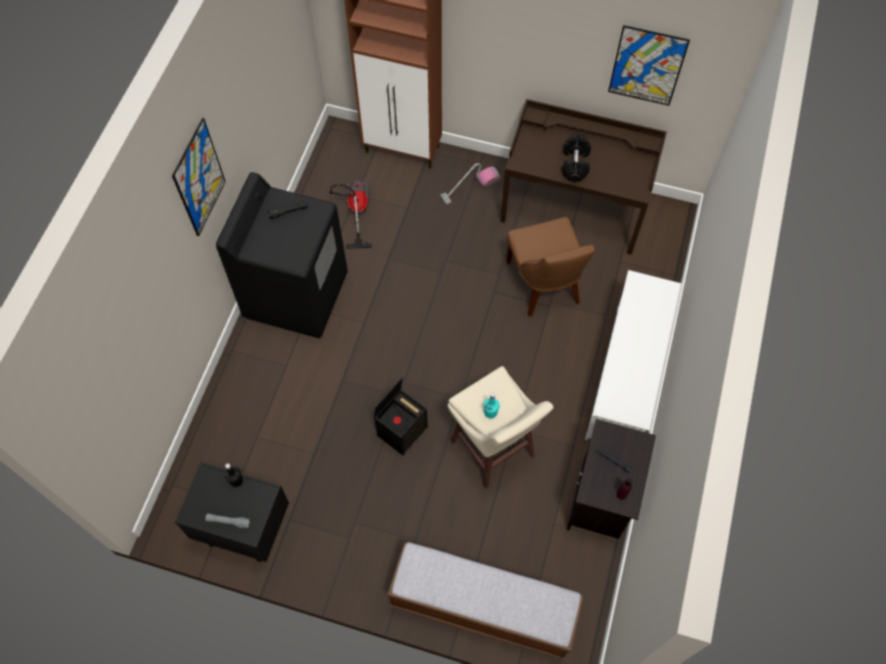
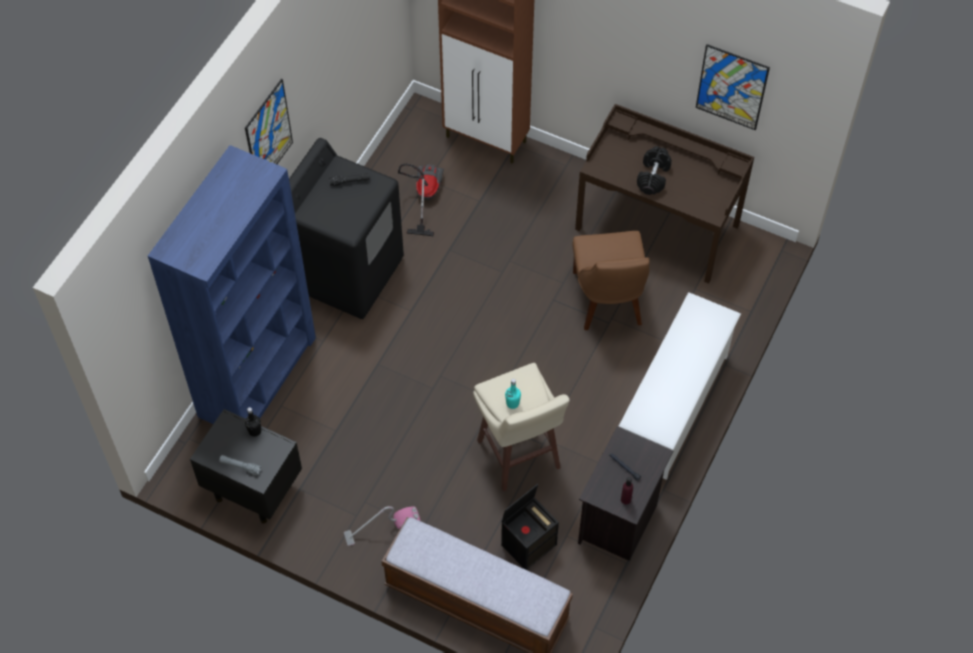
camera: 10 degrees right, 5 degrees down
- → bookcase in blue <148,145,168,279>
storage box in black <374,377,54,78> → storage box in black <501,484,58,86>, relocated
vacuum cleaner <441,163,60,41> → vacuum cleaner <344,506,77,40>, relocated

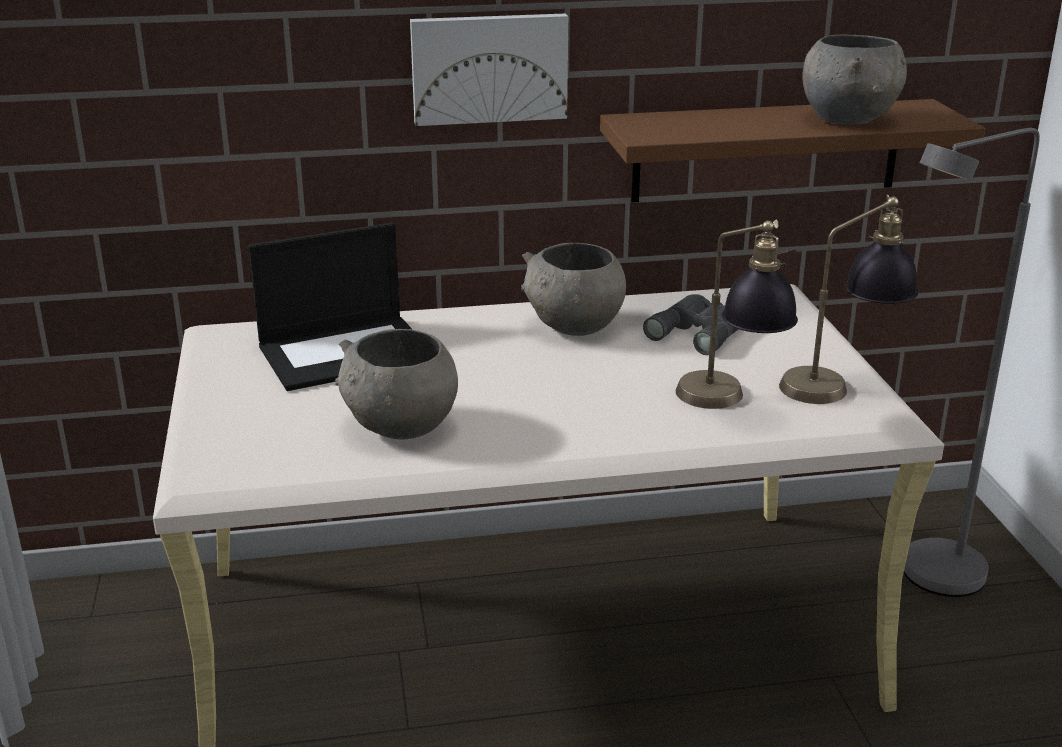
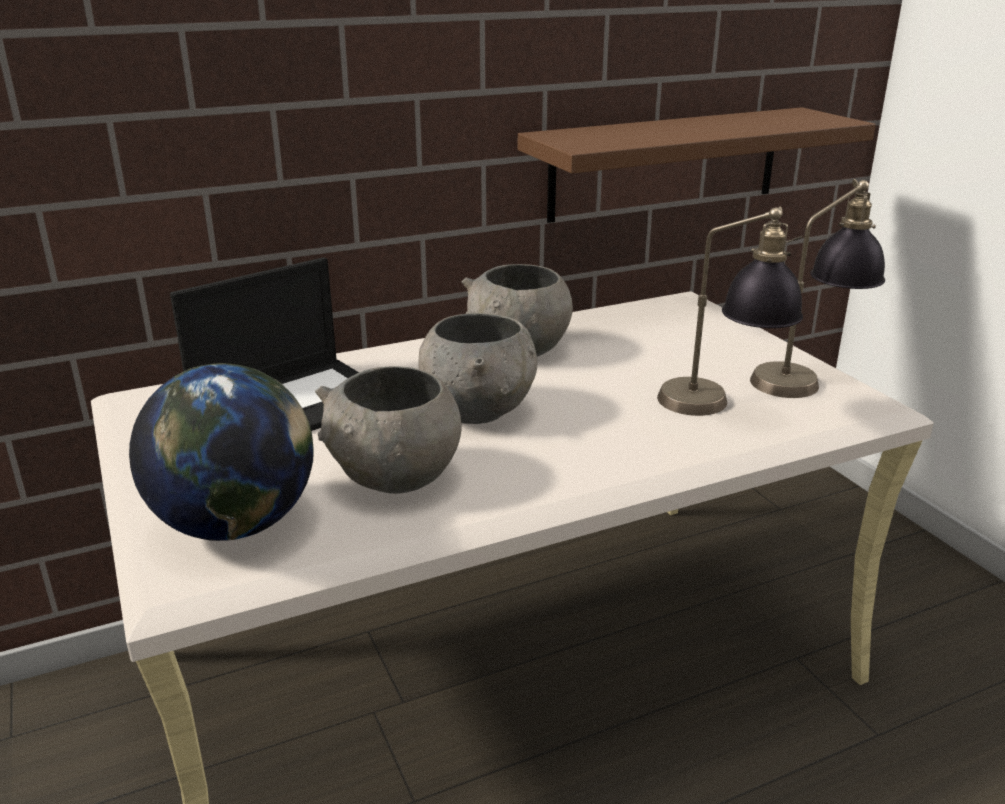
camera: 15 degrees left, 0 degrees up
picture <410,13,158,113> → -
binoculars in grey <643,294,95,61> → -
floor lamp in grey <904,128,136,469> → -
- → globe <129,363,185,178>
bowl in grey <803,35,104,89> → bowl in grey <419,313,118,111>, relocated

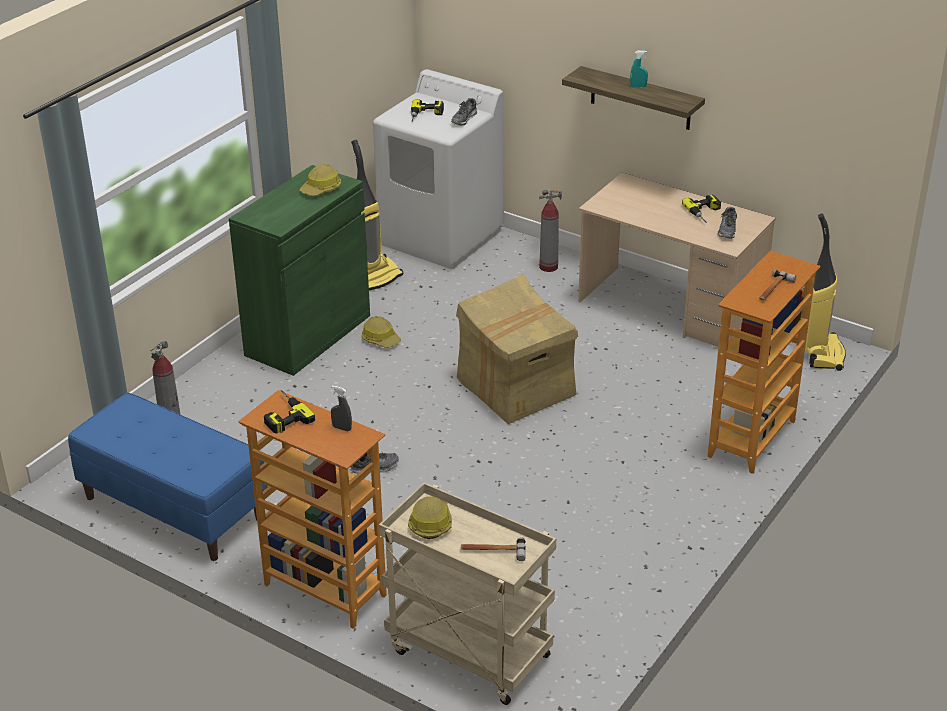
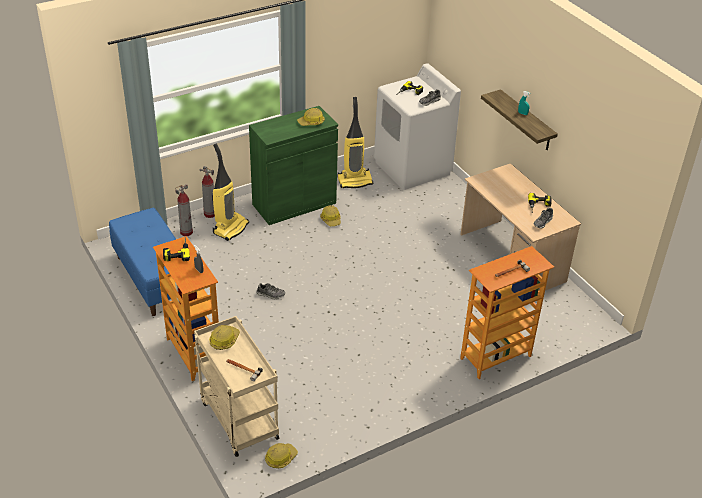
camera: 25 degrees right, 5 degrees up
cardboard box <456,274,122,150> → -
- → hard hat <265,443,33,25>
fire extinguisher <539,190,23,82> → fire extinguisher <200,166,15,52>, relocated
vacuum cleaner <805,214,41,157> → vacuum cleaner <212,143,37,98>, relocated

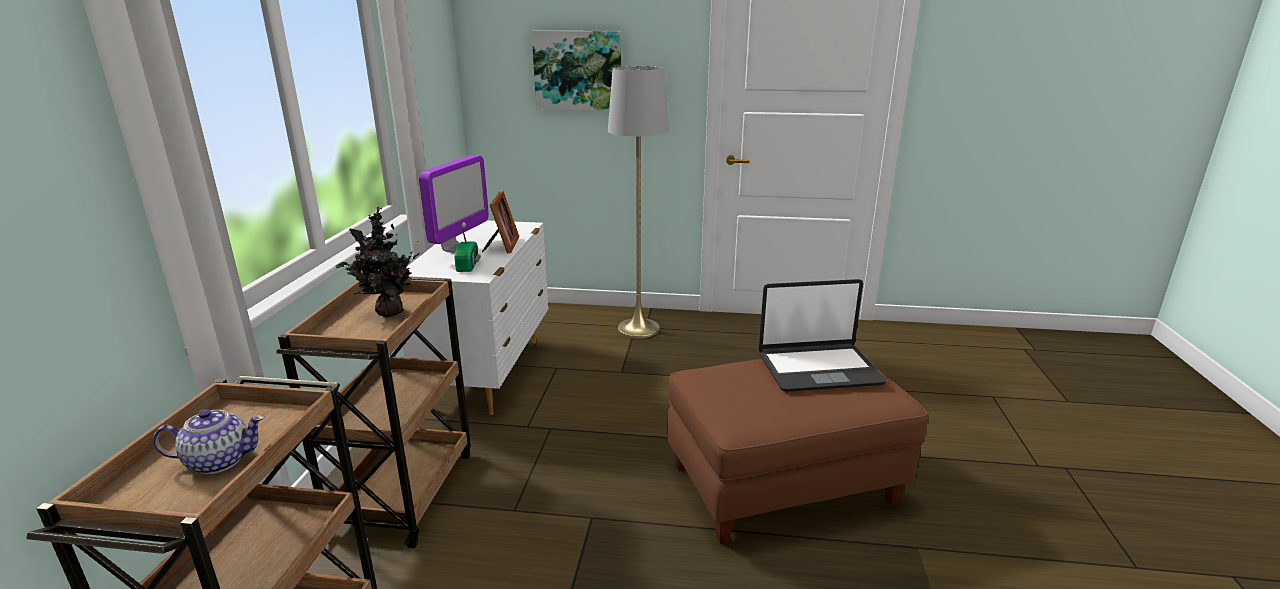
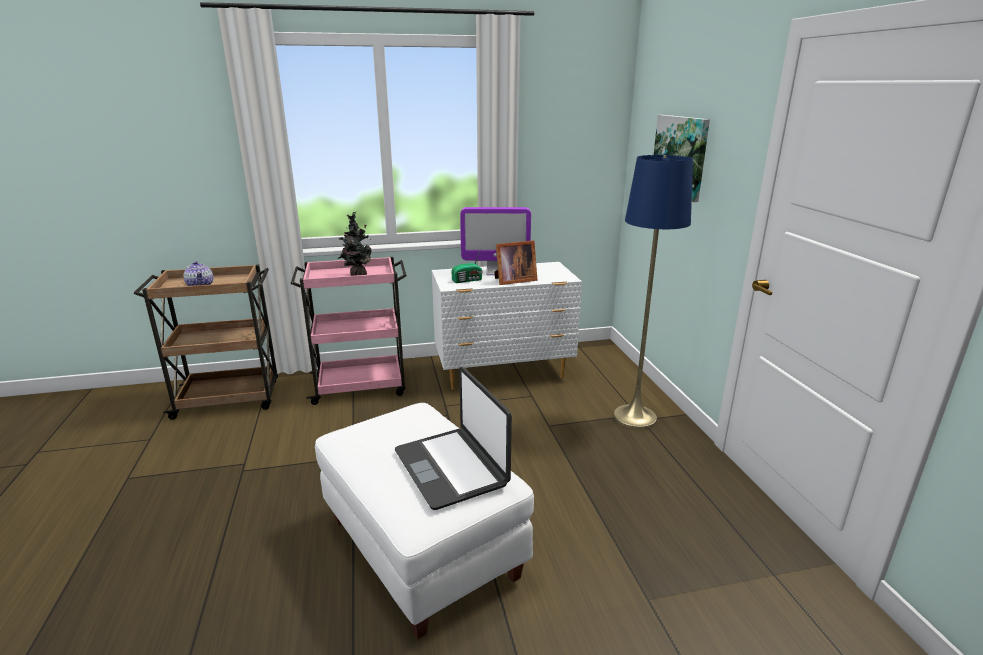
camera: 70 degrees right, 0 degrees up
cart in brown <276,277,195,271> → cart in pink <290,257,117,148>
floor lamp in grey <608,66,61,272> → floor lamp in blue <613,155,80,274>
ottoman in brown <667,359,261,185> → ottoman in white <315,403,219,236>

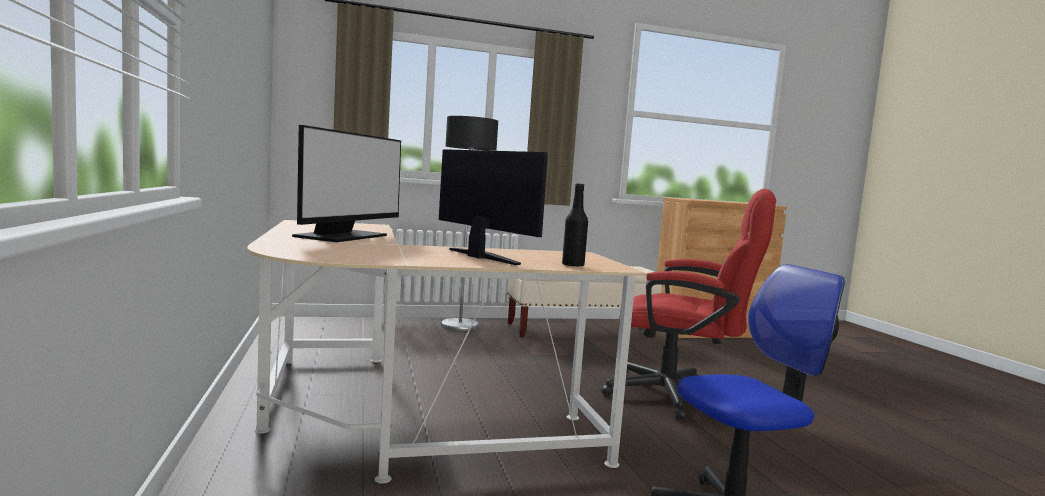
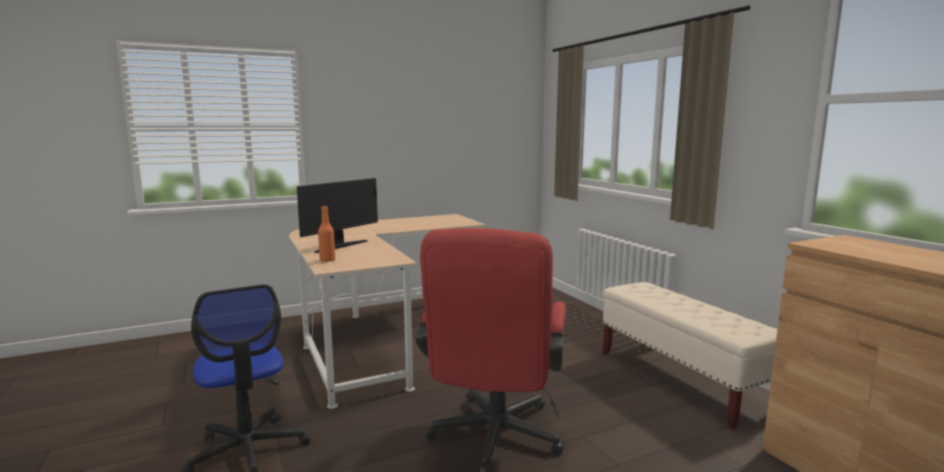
camera: 80 degrees right, 5 degrees up
monitor <292,125,109,117> → -
floor lamp <441,116,57,215> → -
bottle in black <562,183,26,84> → bottle in orange <318,206,17,56>

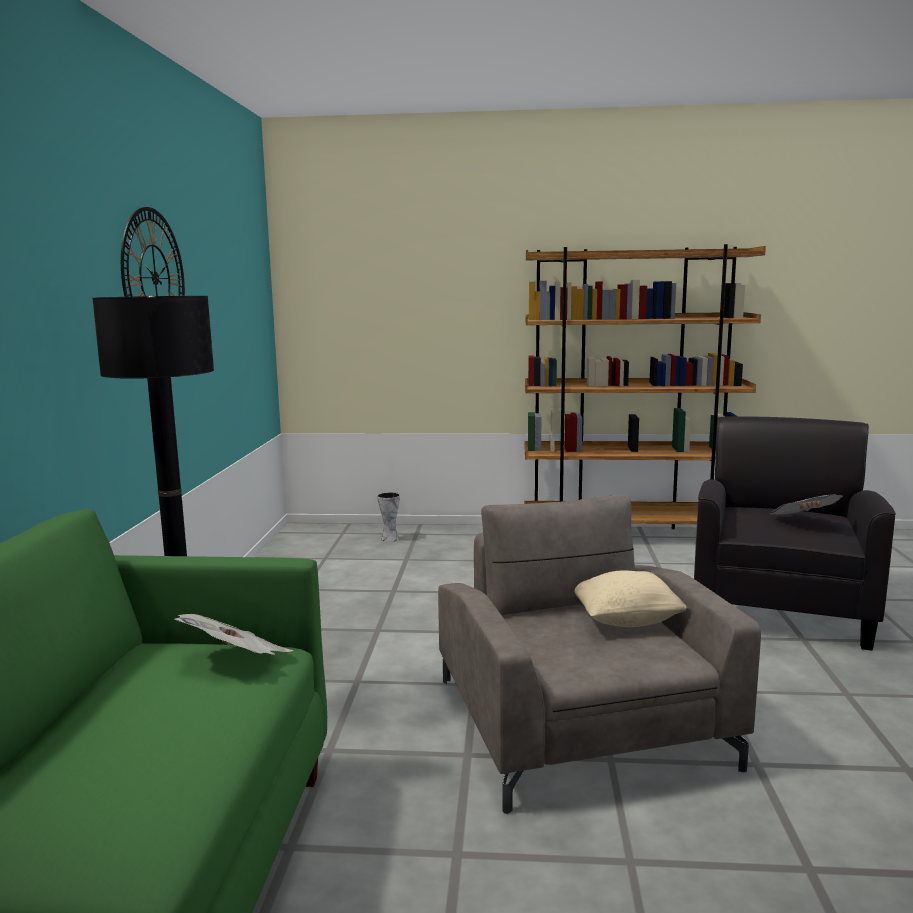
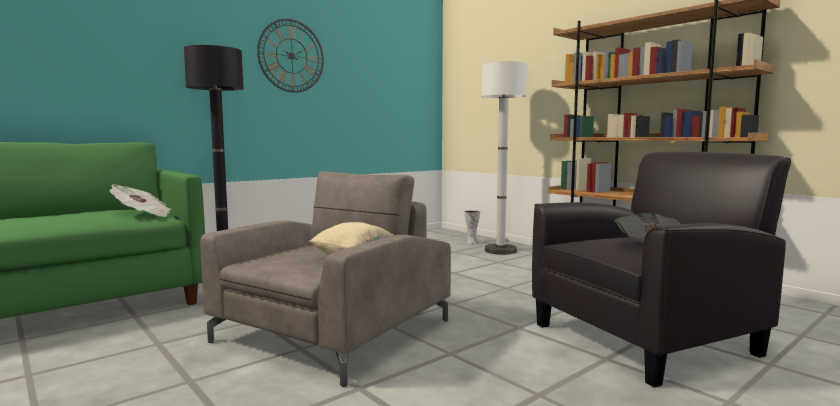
camera: 45 degrees right, 5 degrees down
- → floor lamp in white <481,61,46,194>

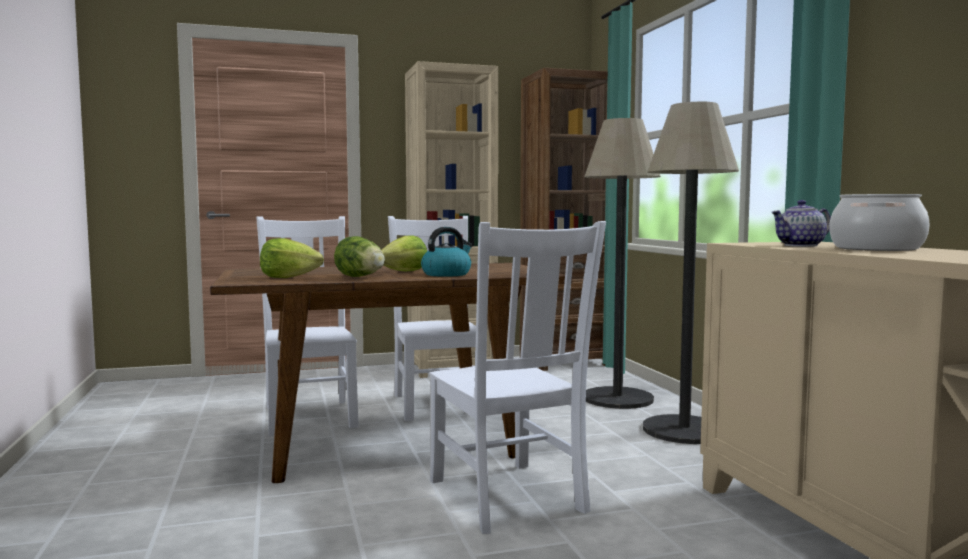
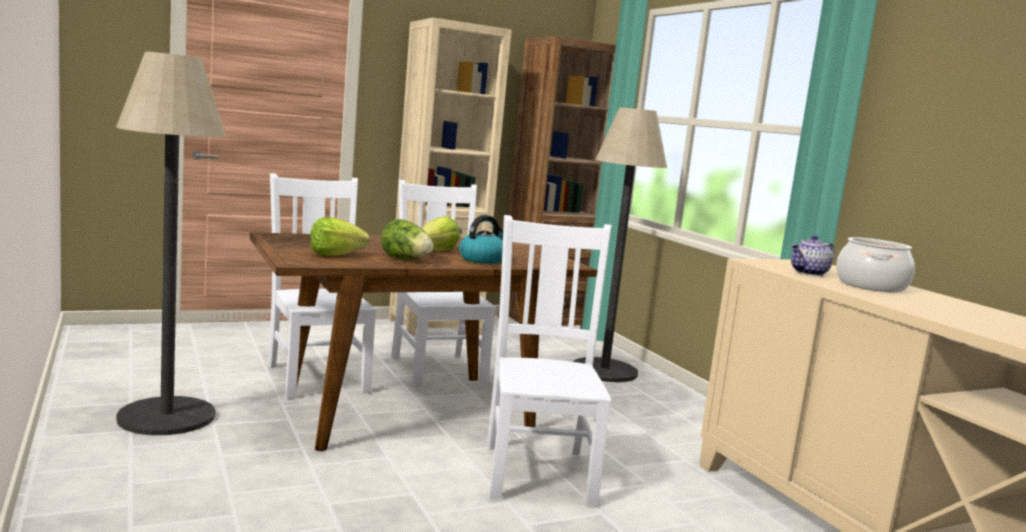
camera: 10 degrees left, 5 degrees up
floor lamp <643,102,96,342> → floor lamp <116,52,110,383>, relocated
chair in white <429,221,177,313> → chair in white <487,215,125,292>, 150 degrees counterclockwise

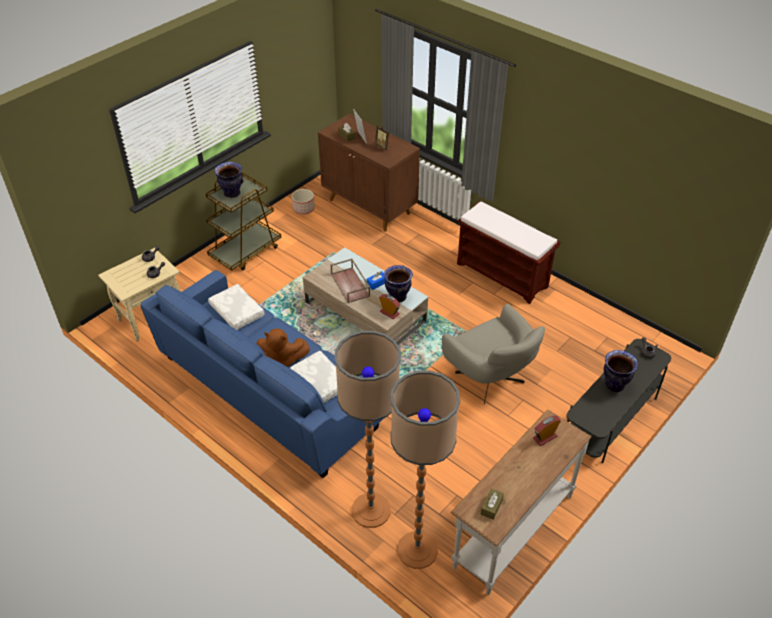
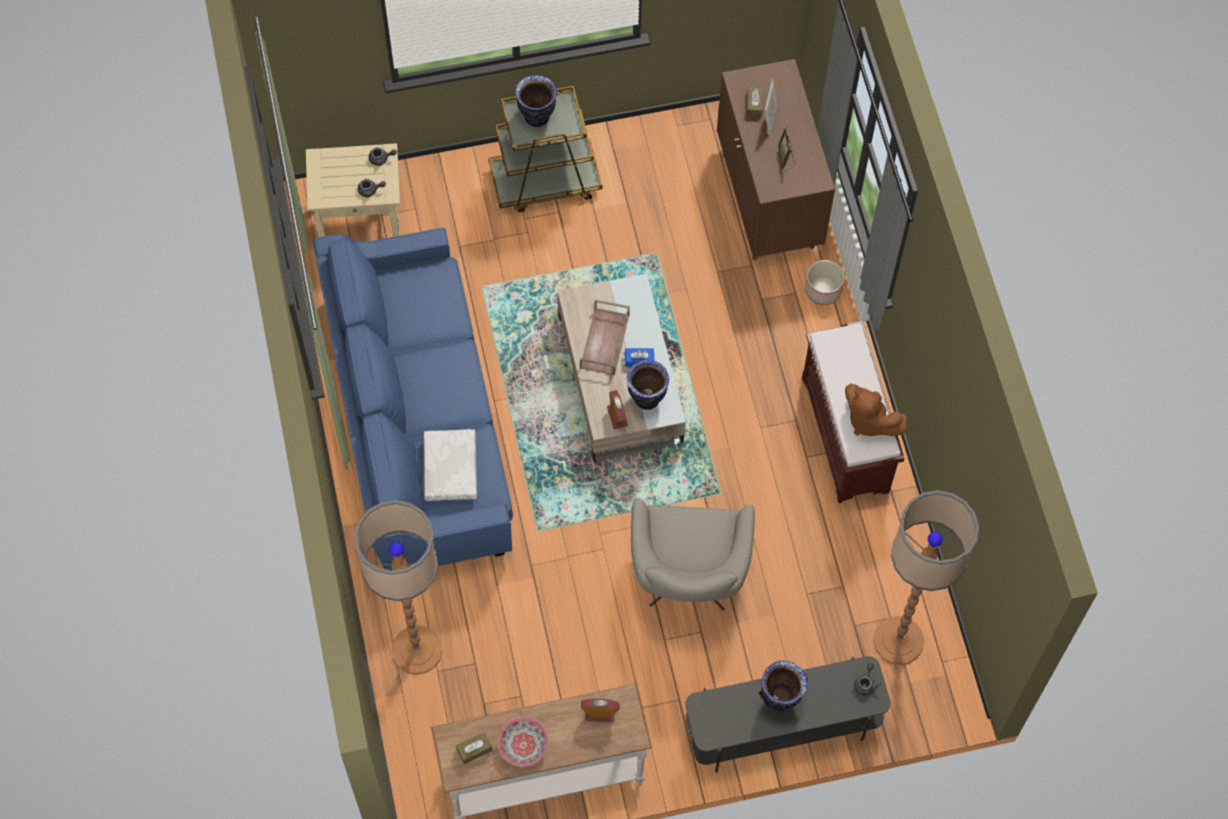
camera: 35 degrees right, 20 degrees up
pillow in white <208,284,57,46> → -
- → bowl <498,717,51,49>
plush toy in brown <256,329,54,38> → plush toy in brown <845,383,62,53>, relocated
planter <292,189,23,26> → planter <805,260,40,45>, relocated
floor lamp <390,370,70,199> → floor lamp <873,490,106,175>, relocated

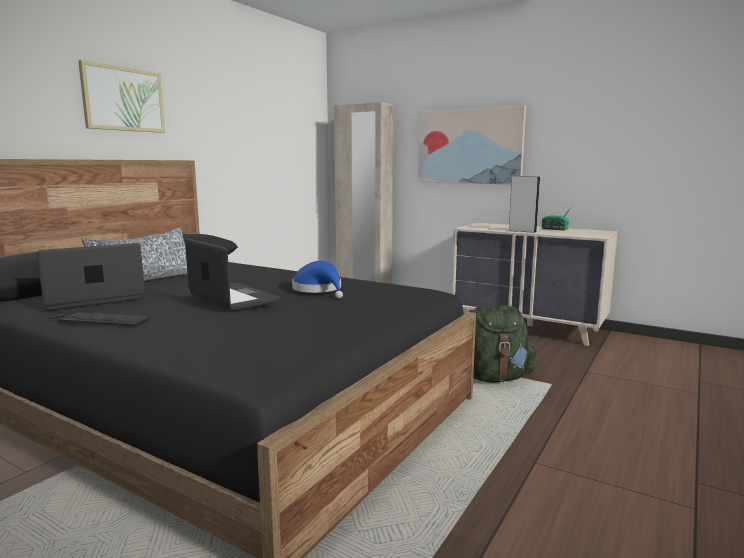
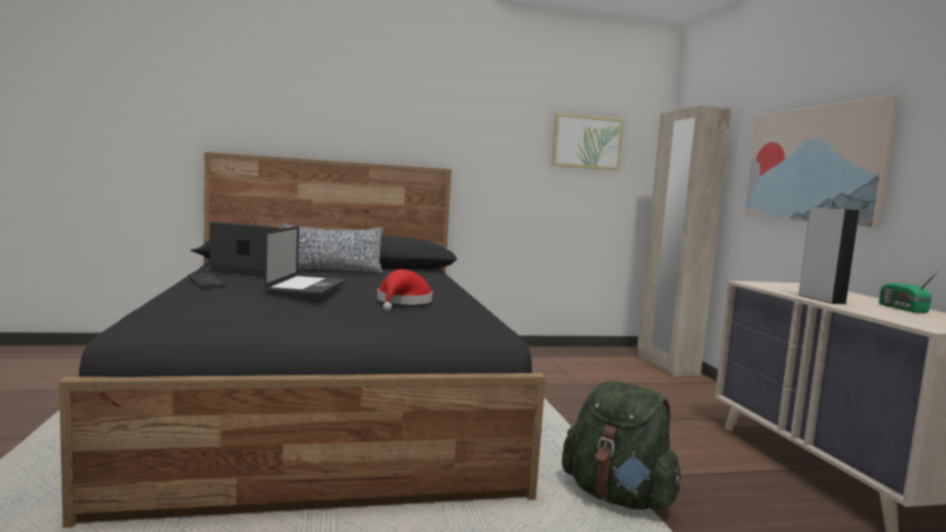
camera: 45 degrees right, 5 degrees down
picture <78,60,87,73> → picture <551,113,73,58>, relocated
hat in blue <292,261,51,37> → hat in red <377,269,55,42>

